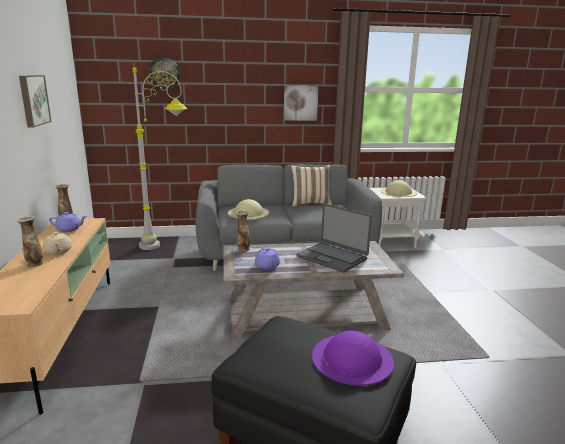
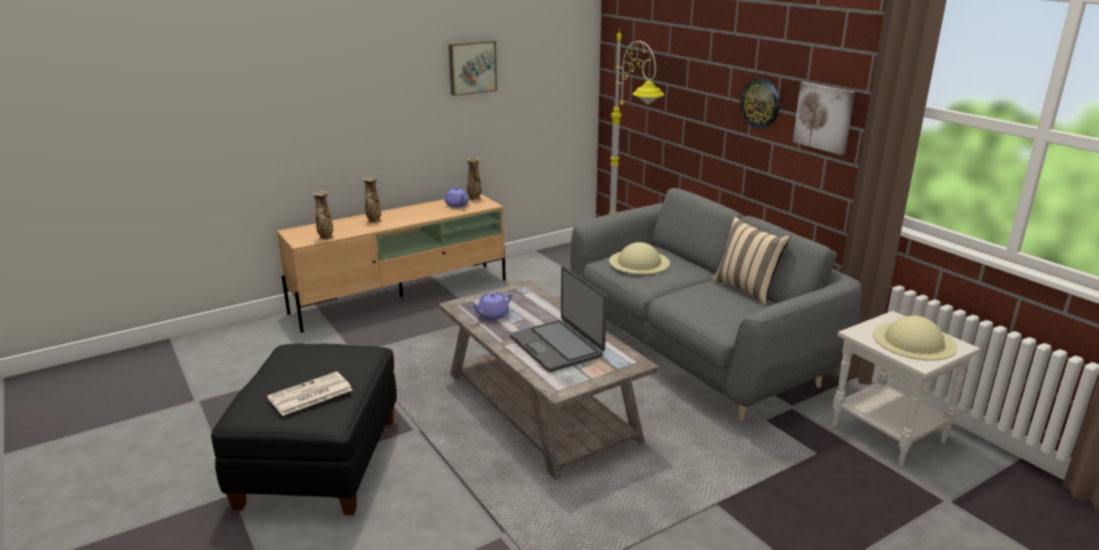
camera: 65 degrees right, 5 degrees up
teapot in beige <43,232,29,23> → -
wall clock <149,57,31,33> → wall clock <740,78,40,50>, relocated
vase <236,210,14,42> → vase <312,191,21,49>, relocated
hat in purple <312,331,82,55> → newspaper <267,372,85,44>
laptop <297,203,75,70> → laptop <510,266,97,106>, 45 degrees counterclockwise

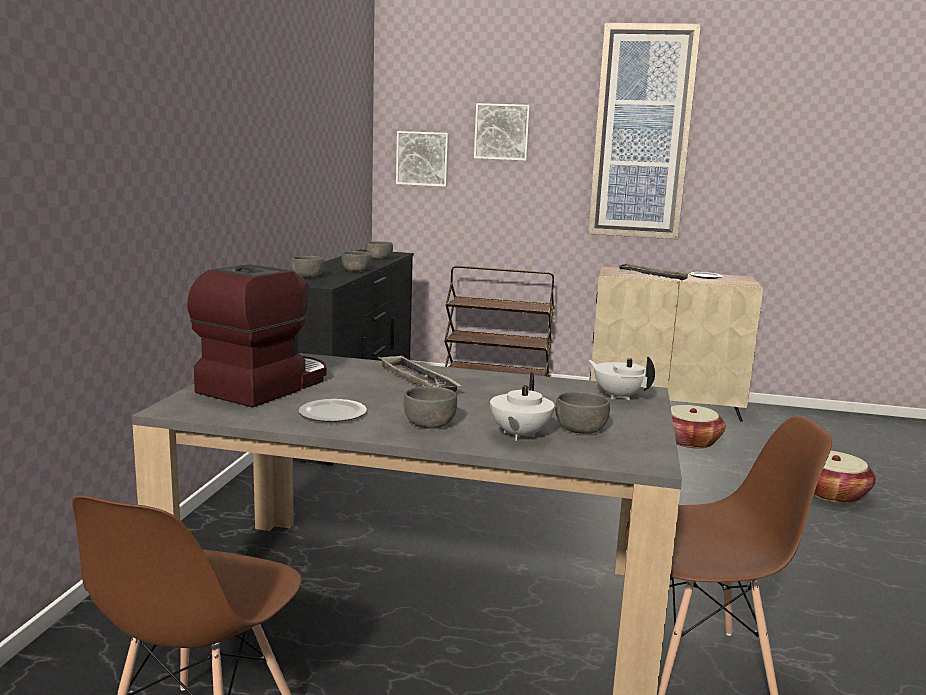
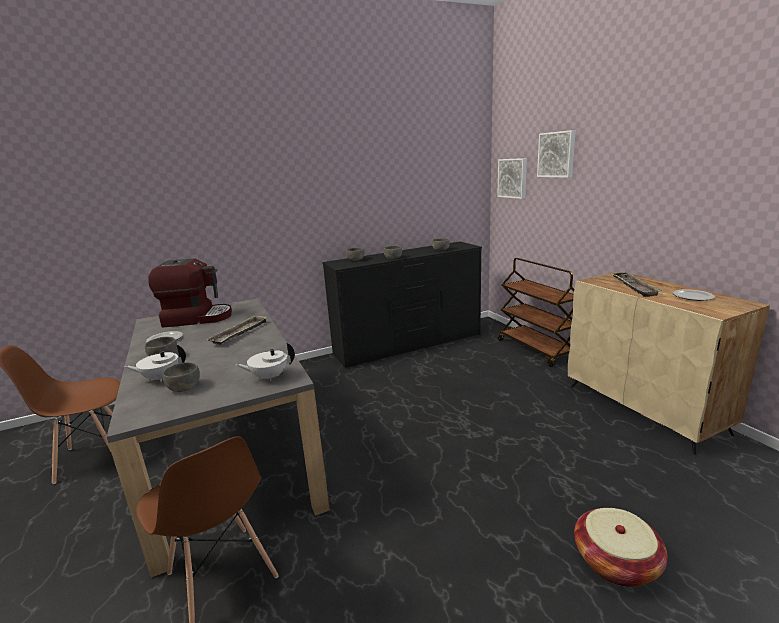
camera: 55 degrees right, 5 degrees up
picture <588,23,113,216> → -
basket <671,405,54,43> → -
teapot in white <588,357,67,43> → teapot in white <235,342,60,39>, 120 degrees counterclockwise

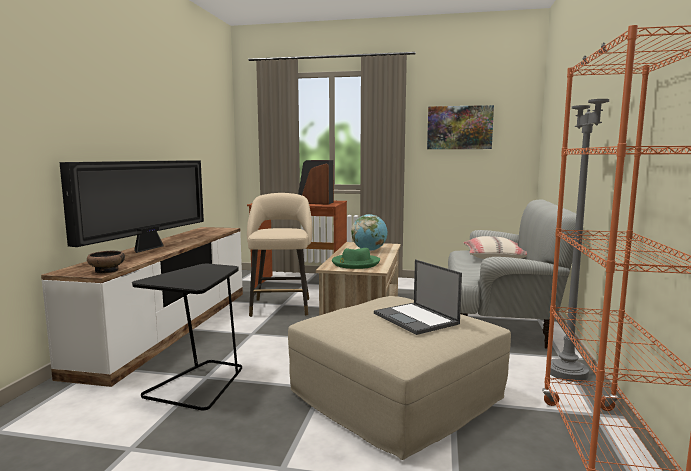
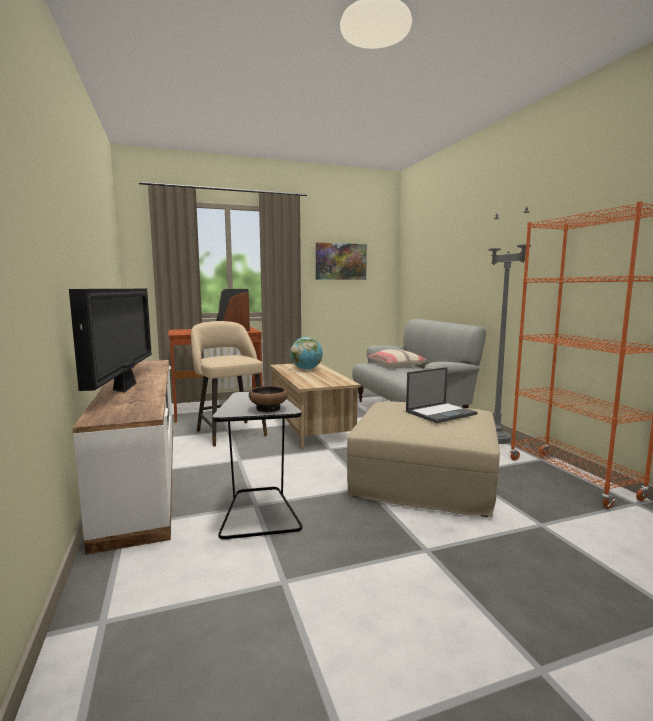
camera: 30 degrees left, 0 degrees up
hat in green <332,248,48,21> → -
bowl <87,251,38,22> → bowl <249,386,39,27>, relocated
laptop <374,259,88,76> → laptop <406,367,72,56>, 60 degrees counterclockwise

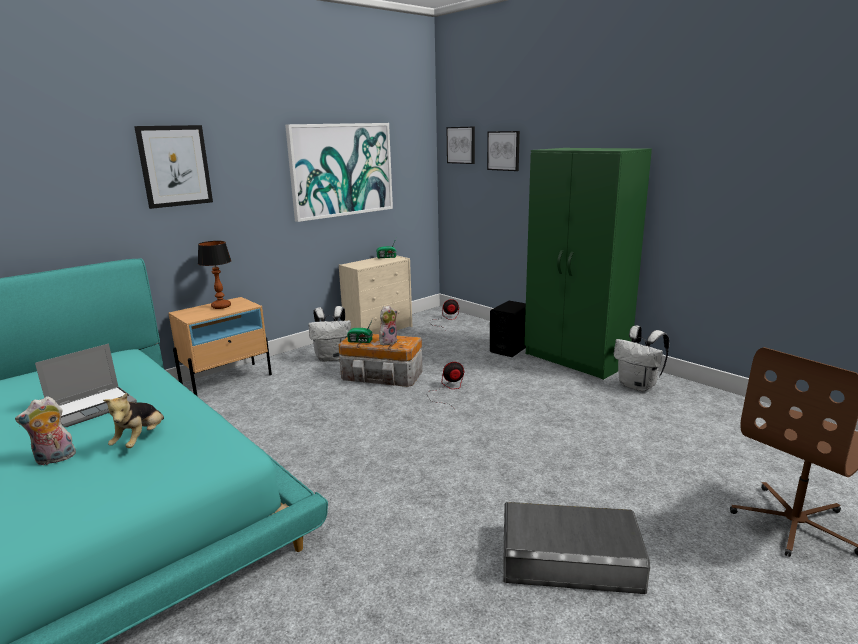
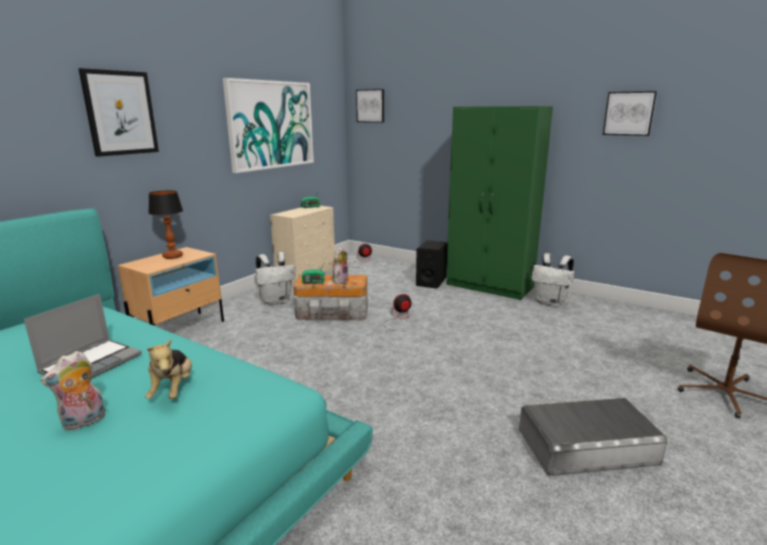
camera: 15 degrees left, 0 degrees up
picture <487,131,33,40> → picture <603,91,54,45>, relocated

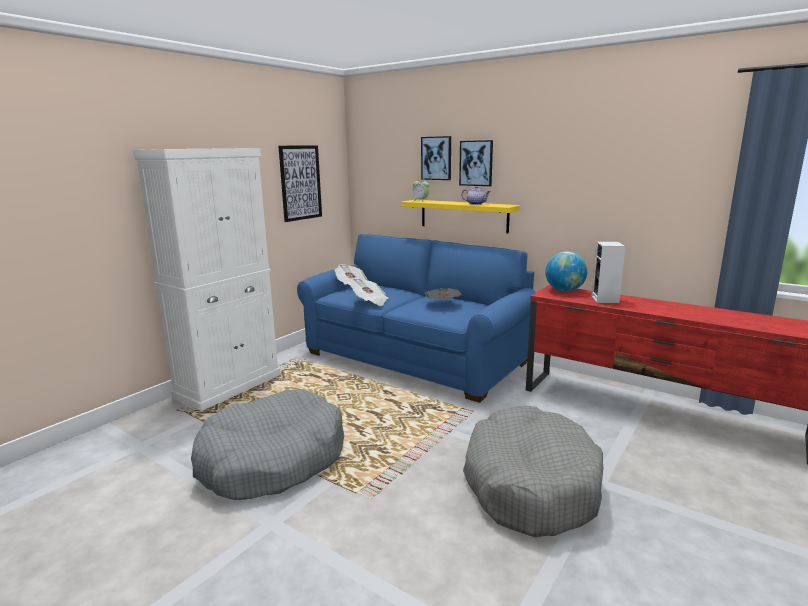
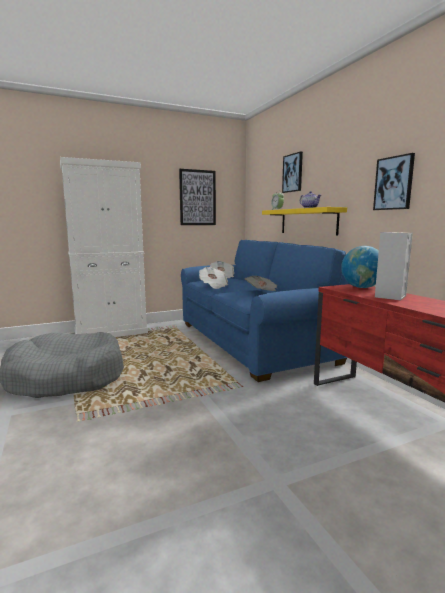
camera: 30 degrees right, 5 degrees down
dog bed in grey <463,406,140,131> → -
picture <459,140,34,46> → picture <373,153,42,57>, relocated

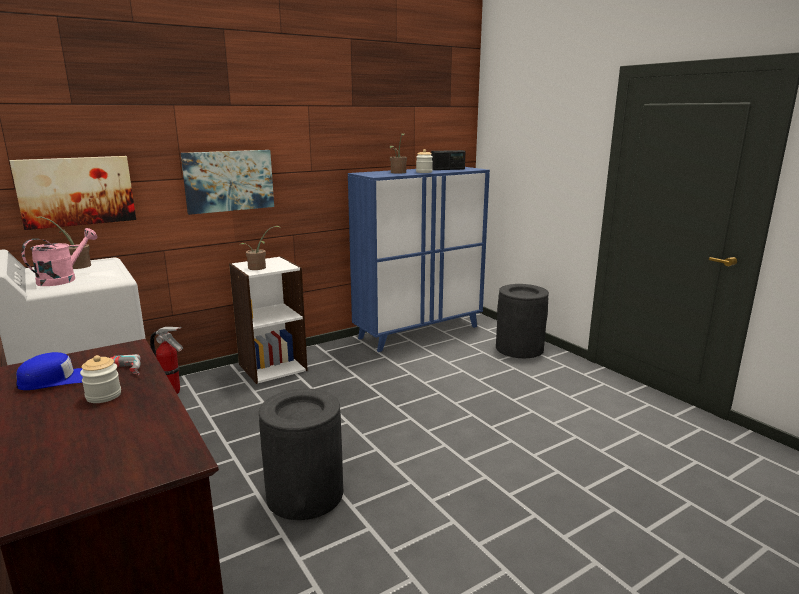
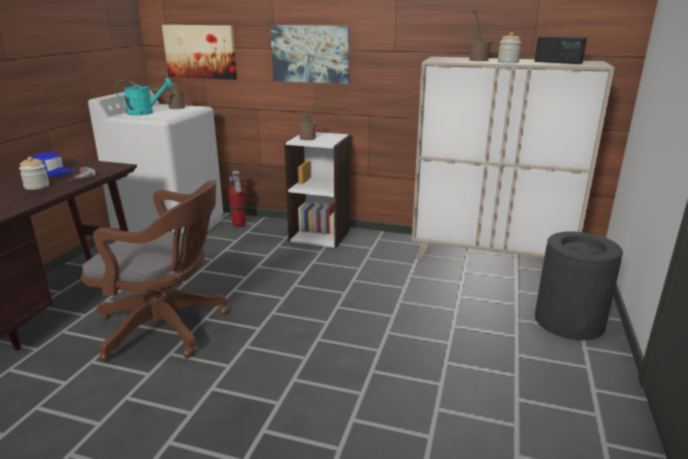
camera: 50 degrees right, 5 degrees up
trash can in black <259,389,84,131> → office chair in brown <81,180,148,181>
watering can in pink <21,228,76,58> → watering can in turquoise <116,78,57,38>
cabinet in blue <348,167,142,185> → cabinet in beige <412,57,203,202>

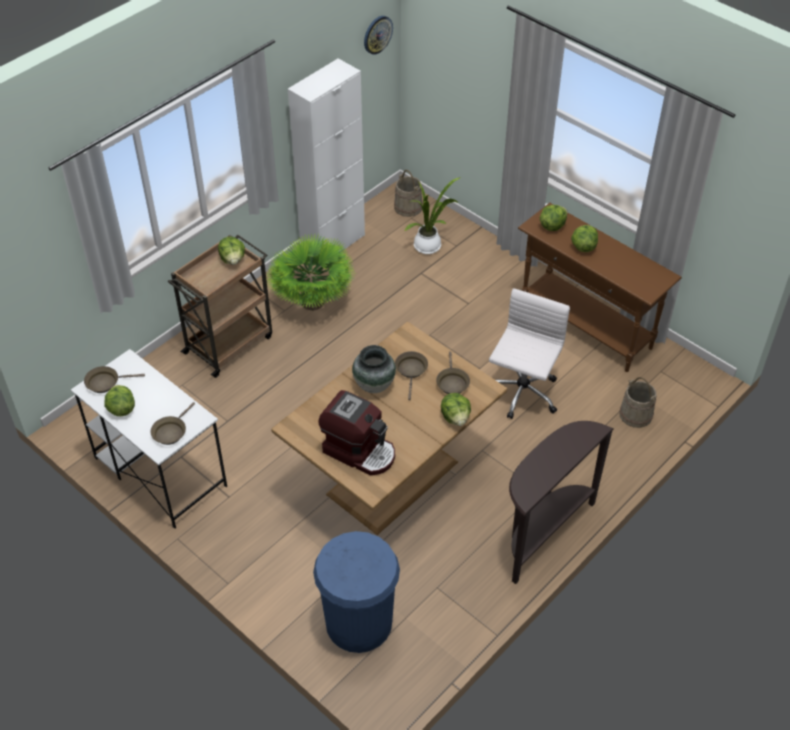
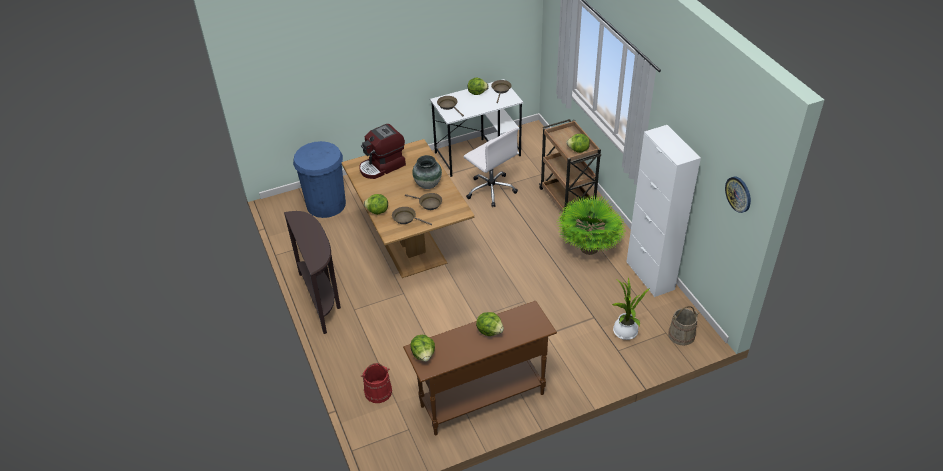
camera: 115 degrees right, 5 degrees down
office chair in white <489,288,81,131> → office chair in white <464,128,54,79>, relocated
lettuce <540,205,28,26> → lettuce <410,335,25,27>, relocated
bucket in beige <619,377,38,51> → bucket in red <361,363,31,40>

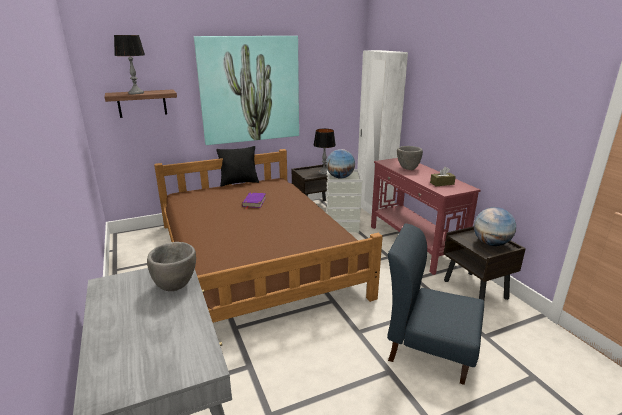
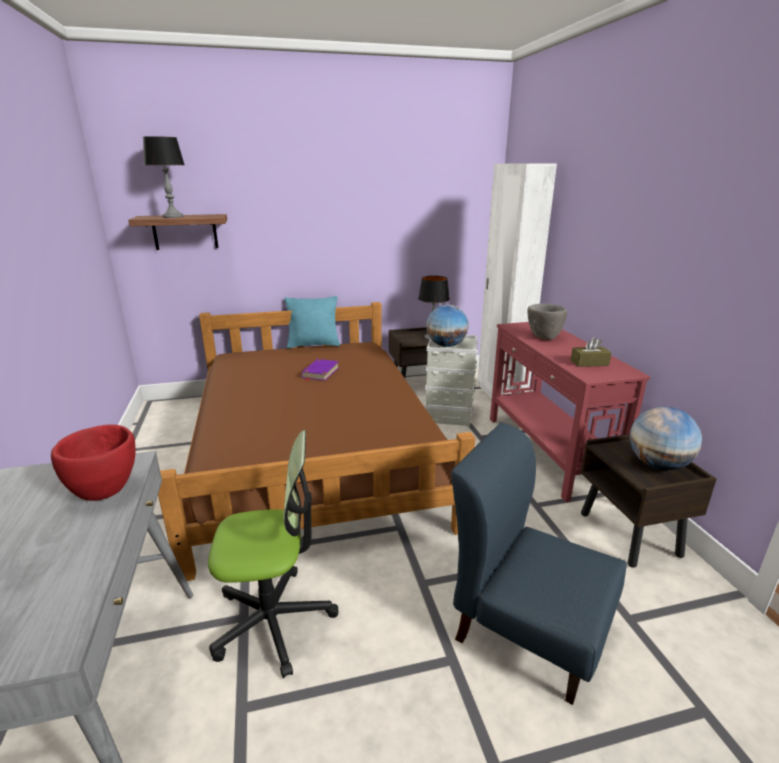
camera: 10 degrees right, 0 degrees up
picture <194,36,105,109> → -
- → office chair <208,430,130,248>
bowl in grey <147,242,49,49> → bowl in red <51,424,84,77>
pillow in black <216,146,43,40> → pillow in turquoise <285,296,55,52>

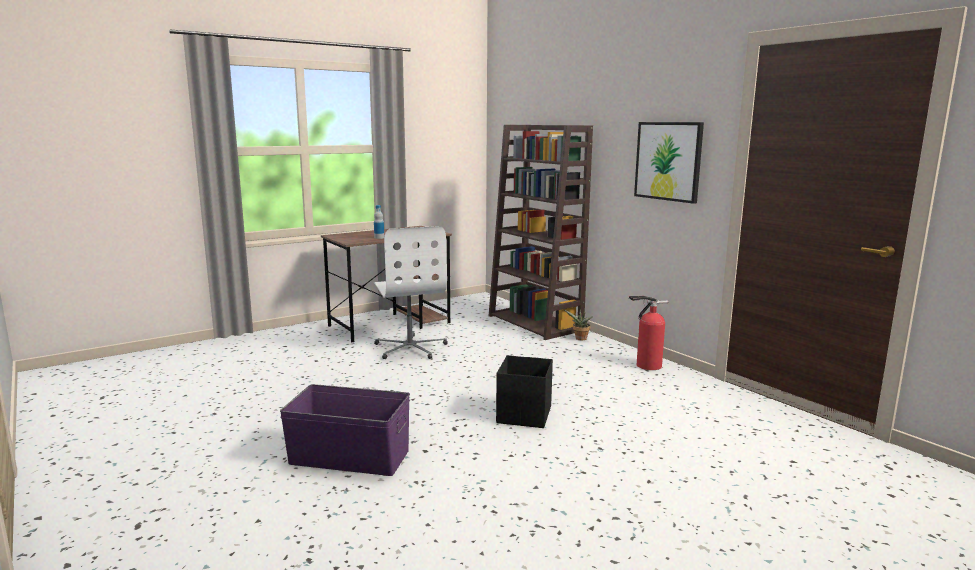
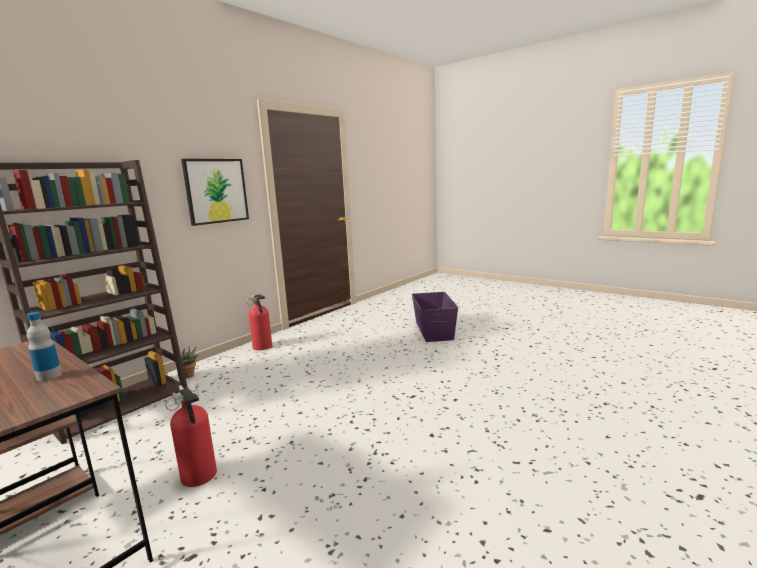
camera: 105 degrees left, 0 degrees up
storage box in black <496,355,57,73> → -
storage box in purple <280,384,130,92> → storage box in purple <412,292,47,50>, relocated
office chair in white <374,226,74,133> → fire extinguisher <165,385,52,102>

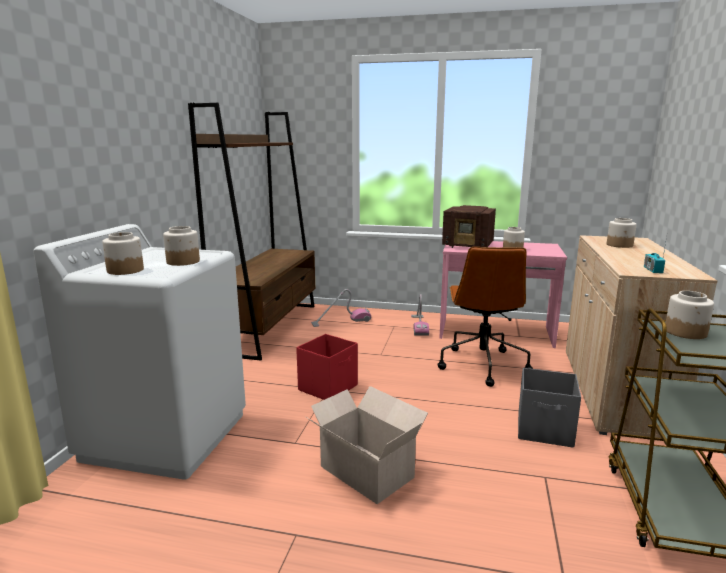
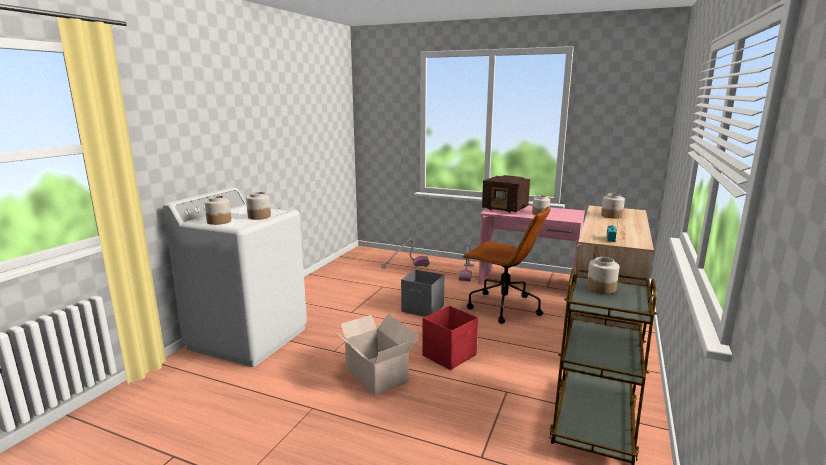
camera: 10 degrees right, 0 degrees up
bookcase in brown <188,103,128,258> → -
storage box in red <296,334,62,66> → storage box in red <422,306,56,64>, relocated
storage box in grey <518,368,63,80> → storage box in grey <401,269,43,48>, relocated
office chair in brown <437,247,96,140> → office chair in brown <462,206,88,118>, 75 degrees counterclockwise

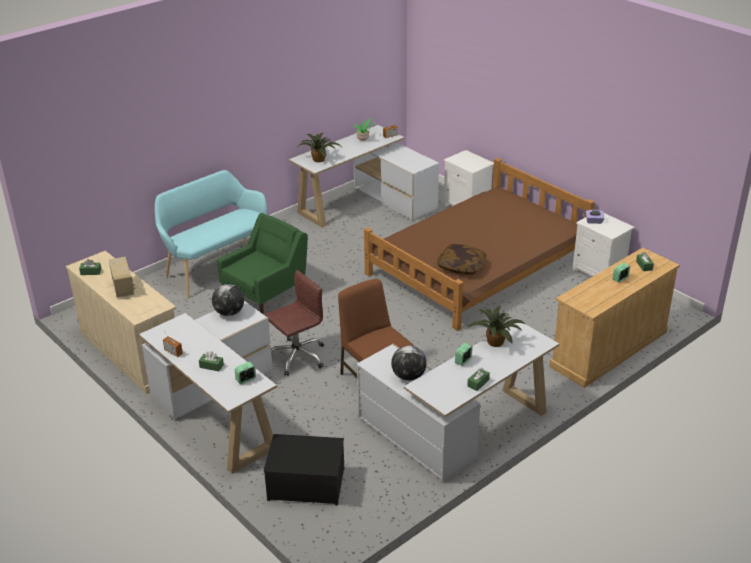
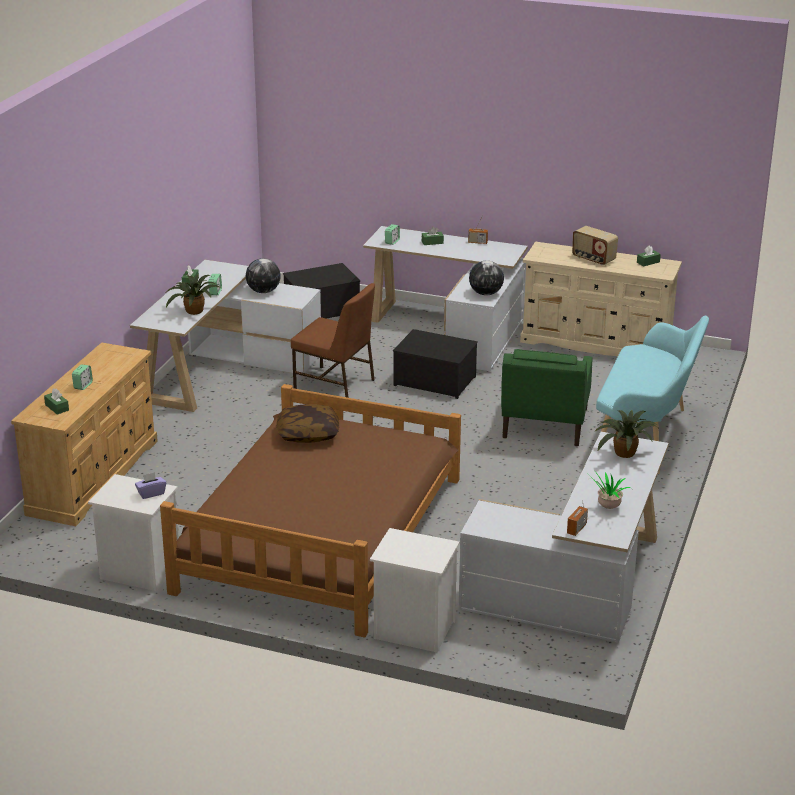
camera: 150 degrees right, 5 degrees down
office chair in brown <264,270,60,106> → storage box <393,329,85,70>

